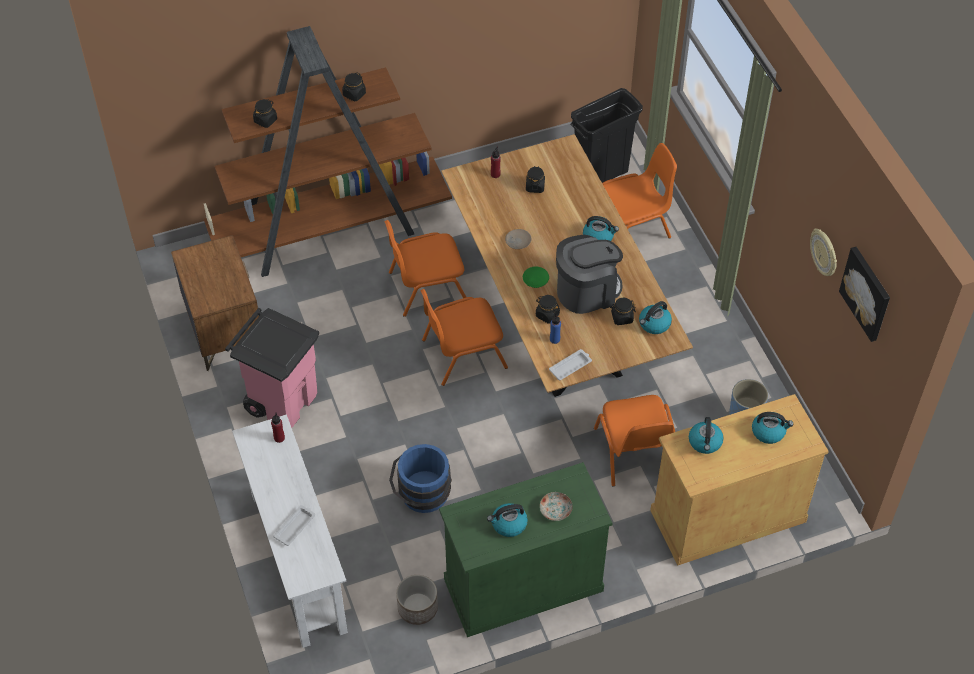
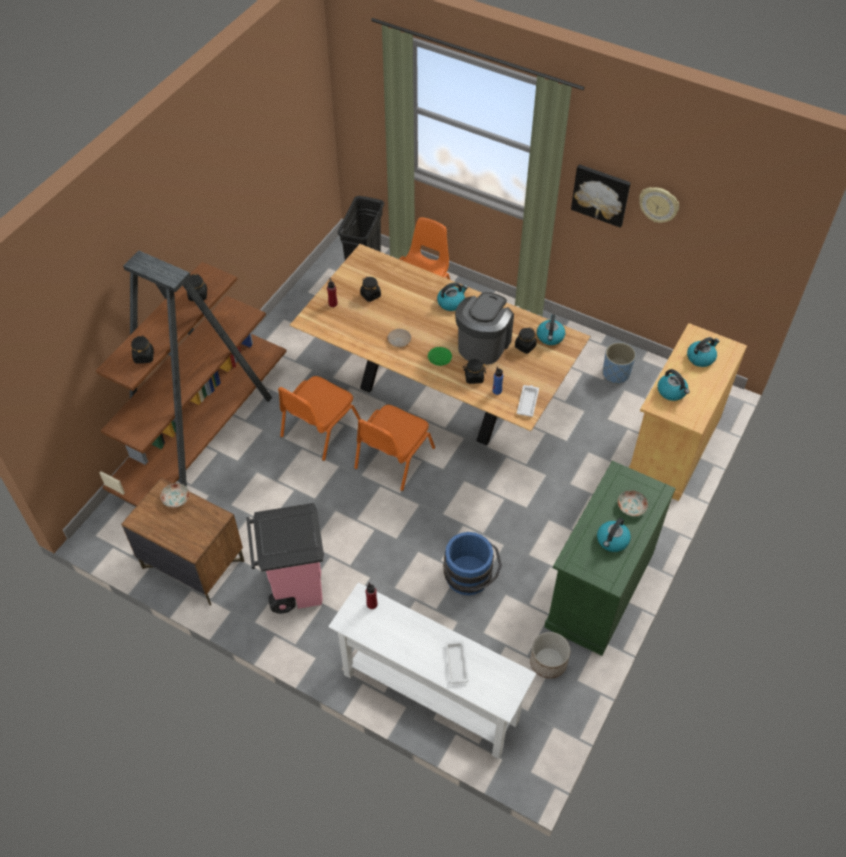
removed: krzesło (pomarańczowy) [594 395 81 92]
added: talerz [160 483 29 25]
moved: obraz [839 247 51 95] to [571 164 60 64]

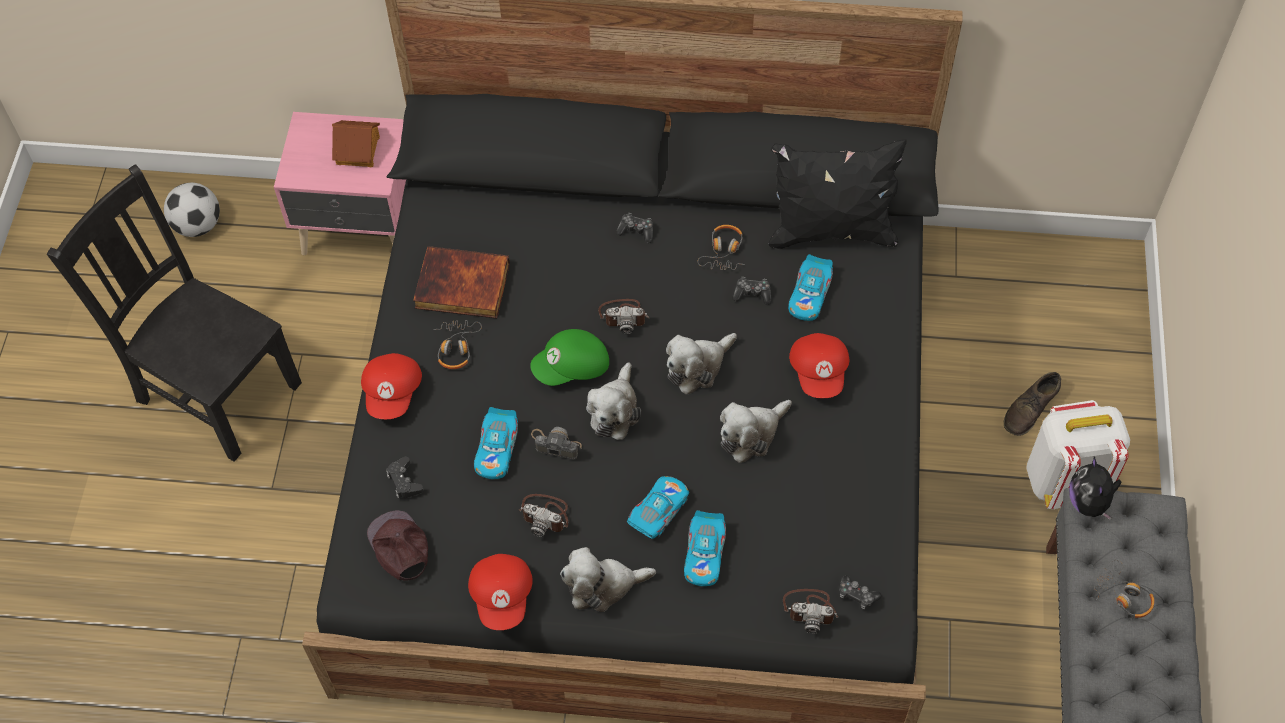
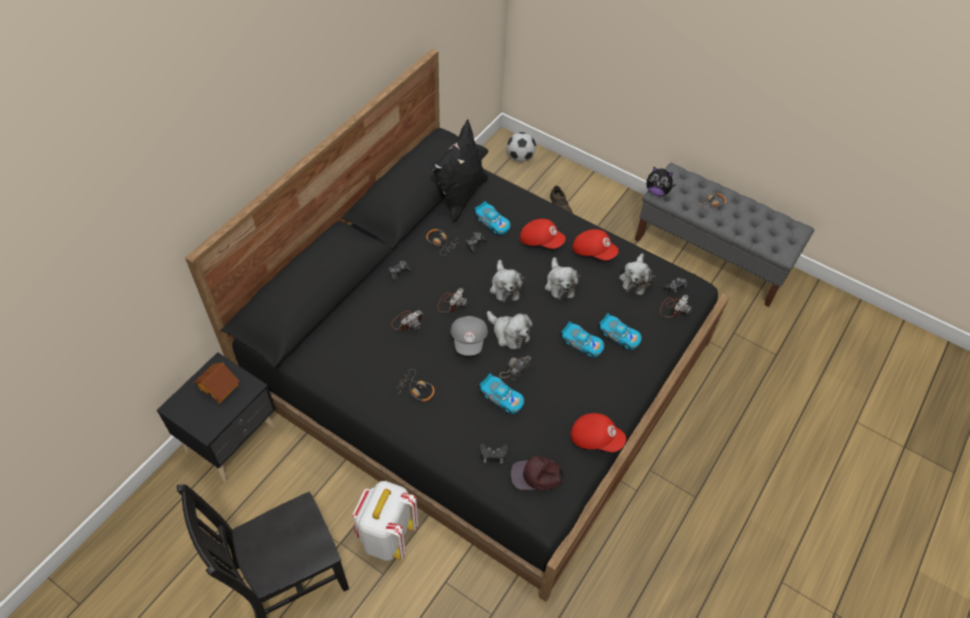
removed: książka [413 246 97 73]
moved: piłka futbolowa [164 183 56 54] to [507 132 29 30]; czapka z daszkiem (czerwony) [361 353 61 66] to [572 229 47 31]; aparat fotograficzny [519 494 49 43] to [391 310 32 22]; pluszak [560 547 96 65] to [619 253 36 42]; plecak (biały) [1026 400 104 109] to [353 481 65 79]
recoloured: szafka nocna (różowy) [274 112 132 143] to szafka nocna (czarny) [157 352 119 130]; czapka z daszkiem (zielony) [530 329 79 57] to czapka z daszkiem (szary) [450 316 38 40]
turned: samochodzik [627 476 62 63] = [562 321 42 37] 150 degrees clockwise

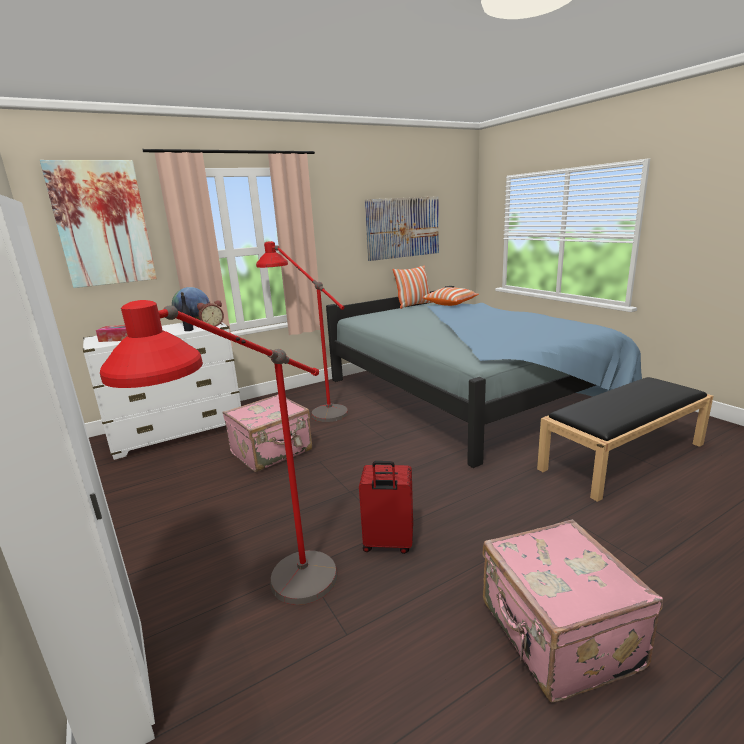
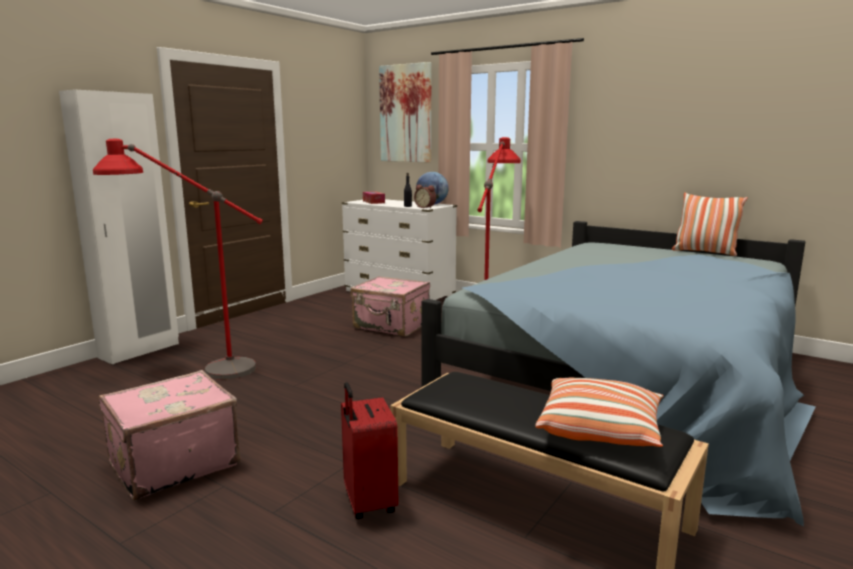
removed: obraz [365 196 74 65]
moved: walizka (czerwony) [359 461 54 93] to [341 382 57 137]; poduszka [422 287 57 19] to [535 378 129 69]

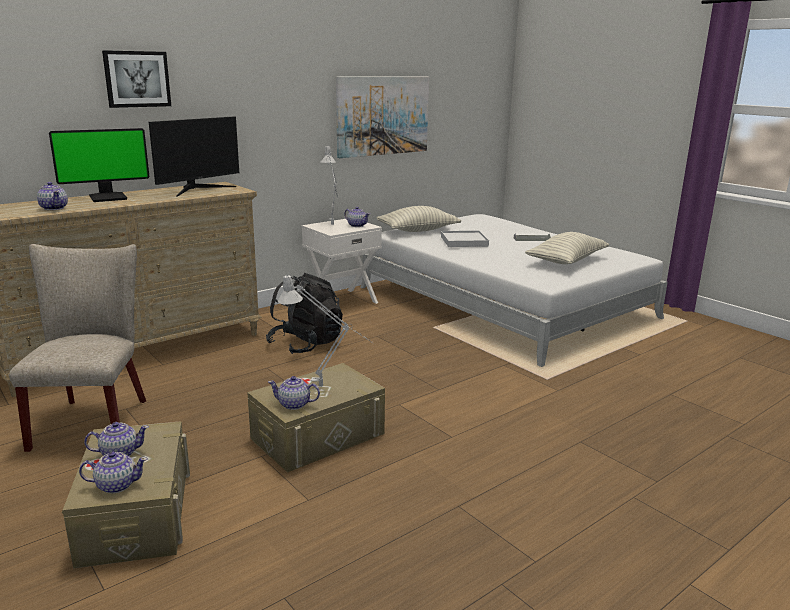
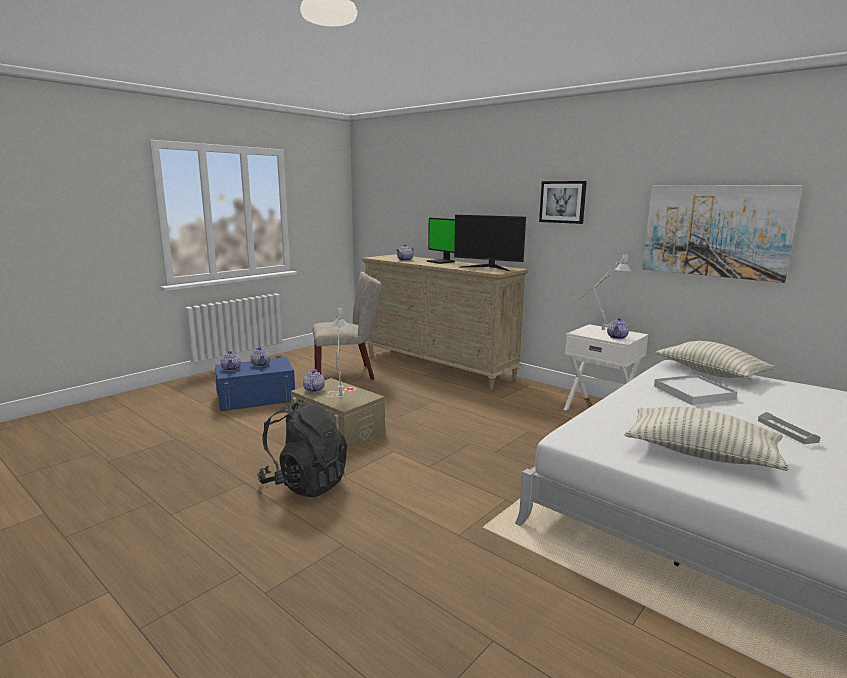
moved: obraz [102 50 69 58] to [539 181 48 43]; plecak (czarny) [266 273 77 81] to [257 400 90 97]
recoloured: pojemnik do przechowywania (beżowy) [62 421 128 148] to pojemnik do przechowywania (niebieski) [215 357 80 54]

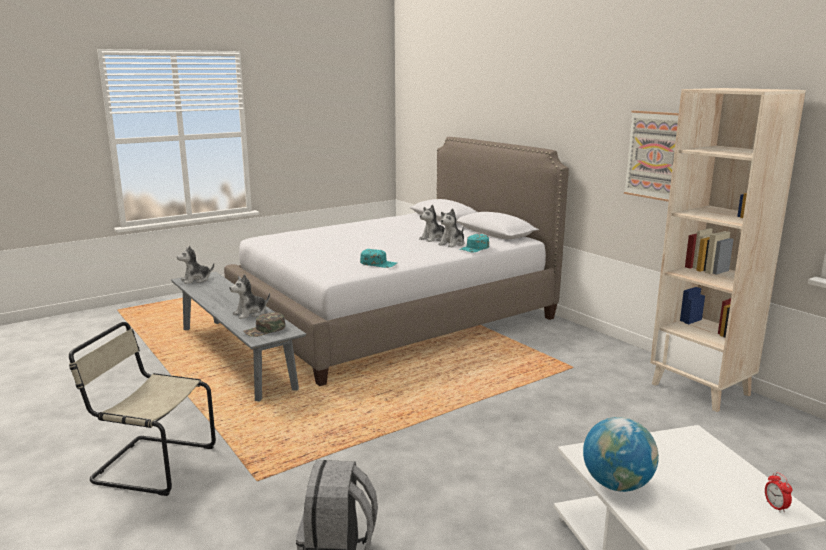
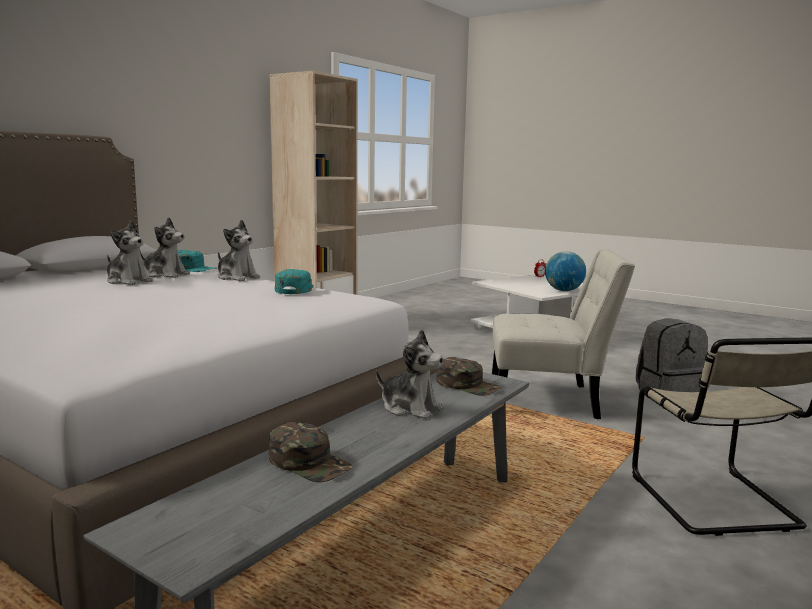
removed: obraz [624 111 55 91]
added: czapka z daszkiem (zielony) [269 422 84 60]; krzesło (biały) [492 249 143 170]
moved: pluszak [177 245 37 39] to [218 220 42 61]

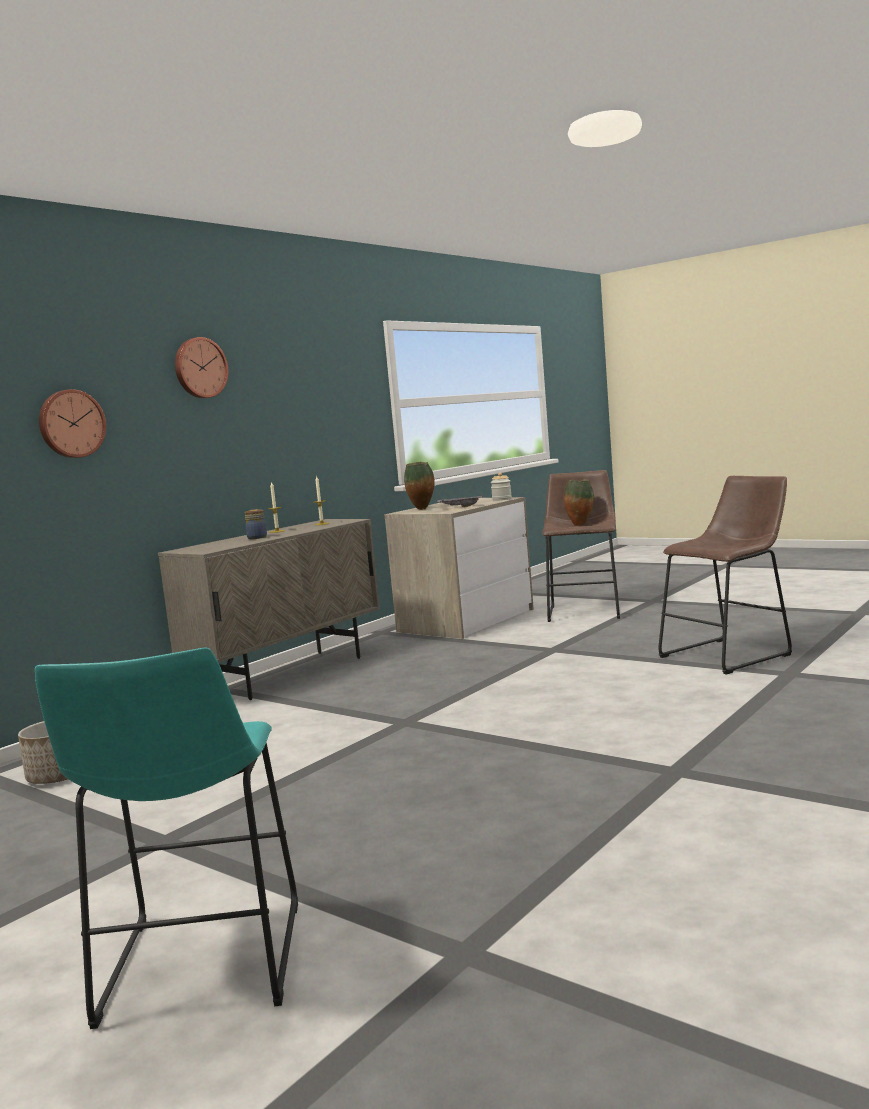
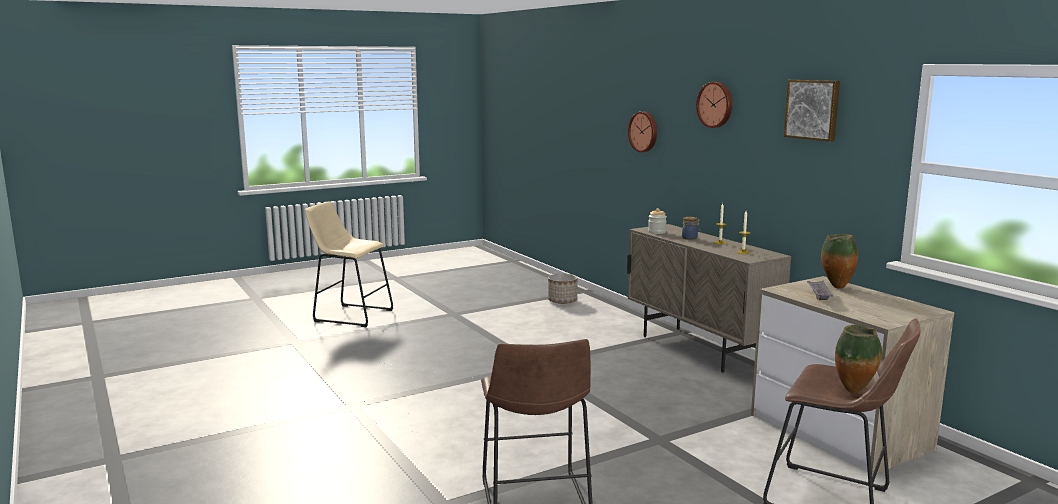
added: obraz [784 80 56 62]
moved: słoik [491 473 21 28] to [648 208 19 26]
recoloured: stołek (turkusowy) [35 648 263 381] to stołek (beżowy) [305 201 88 126]

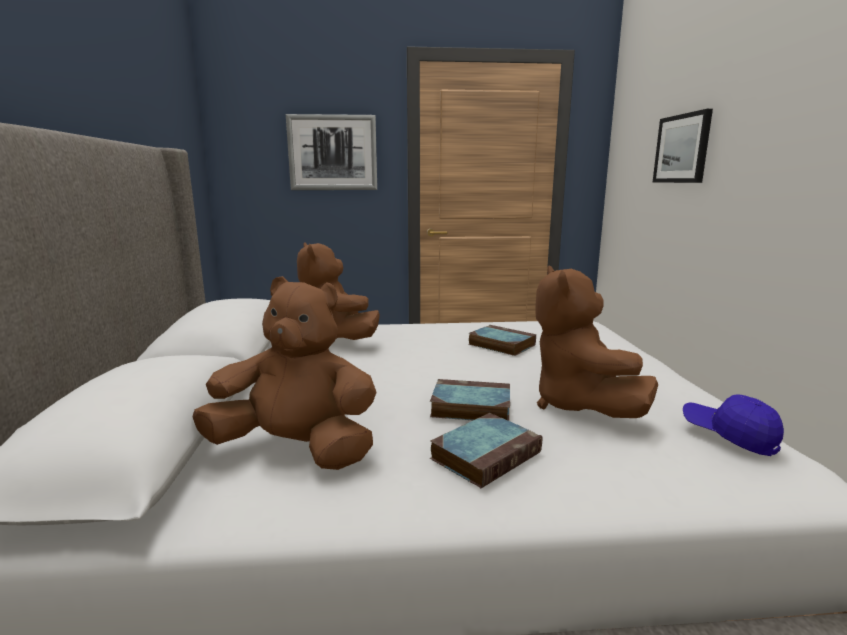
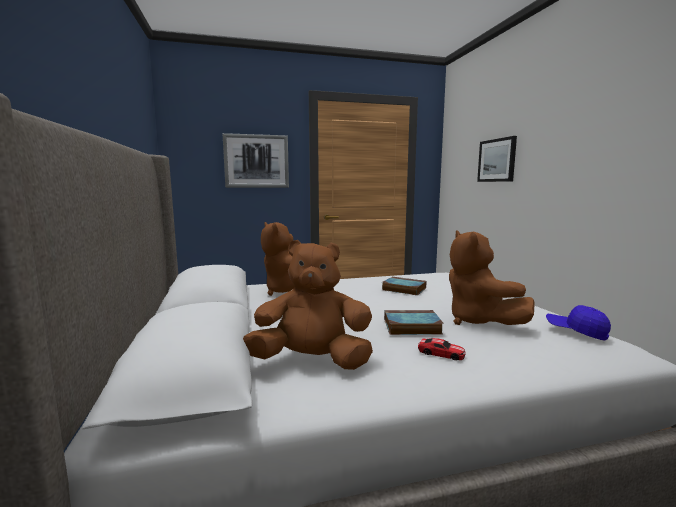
replaced: książka [430 413 112 75] to samochodzik [418 338 48 22]

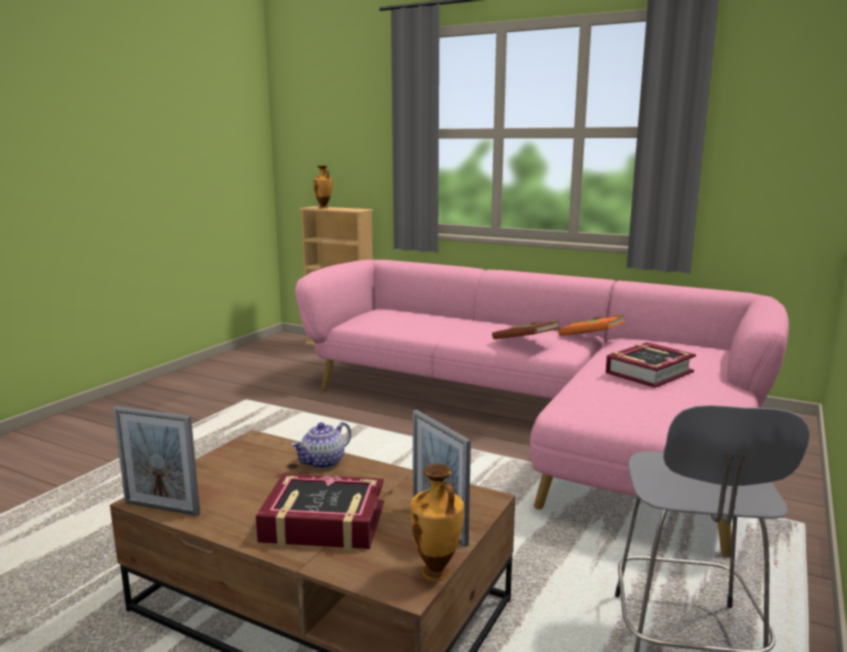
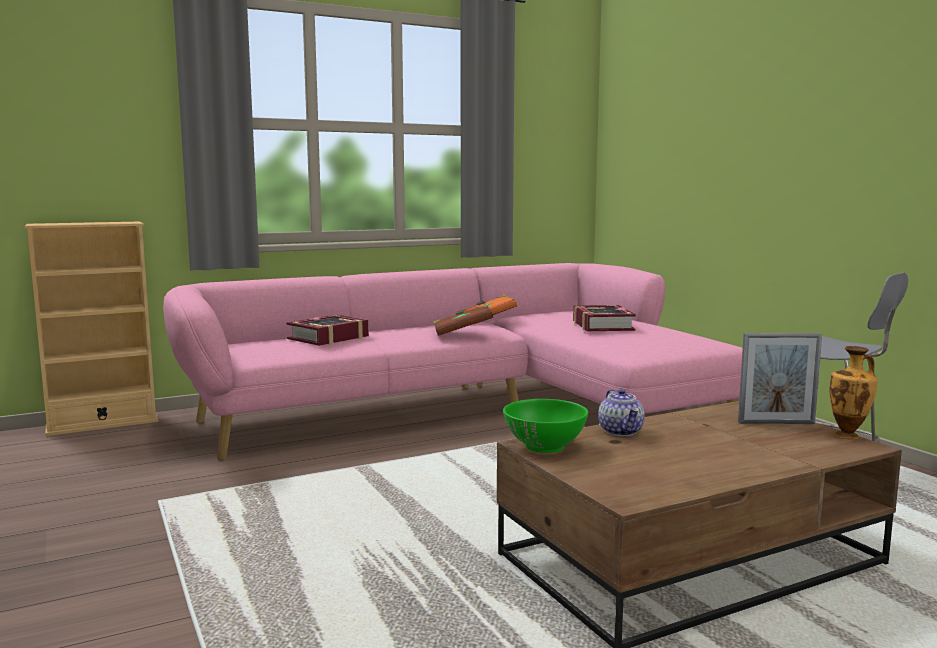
removed: ramka na zdjęcie [113 406 87 110]; wazon [313 165 20 44]
added: miska (zielony) [503 399 85 54]
moved: książka [256 474 128 77] to [287 315 82 31]

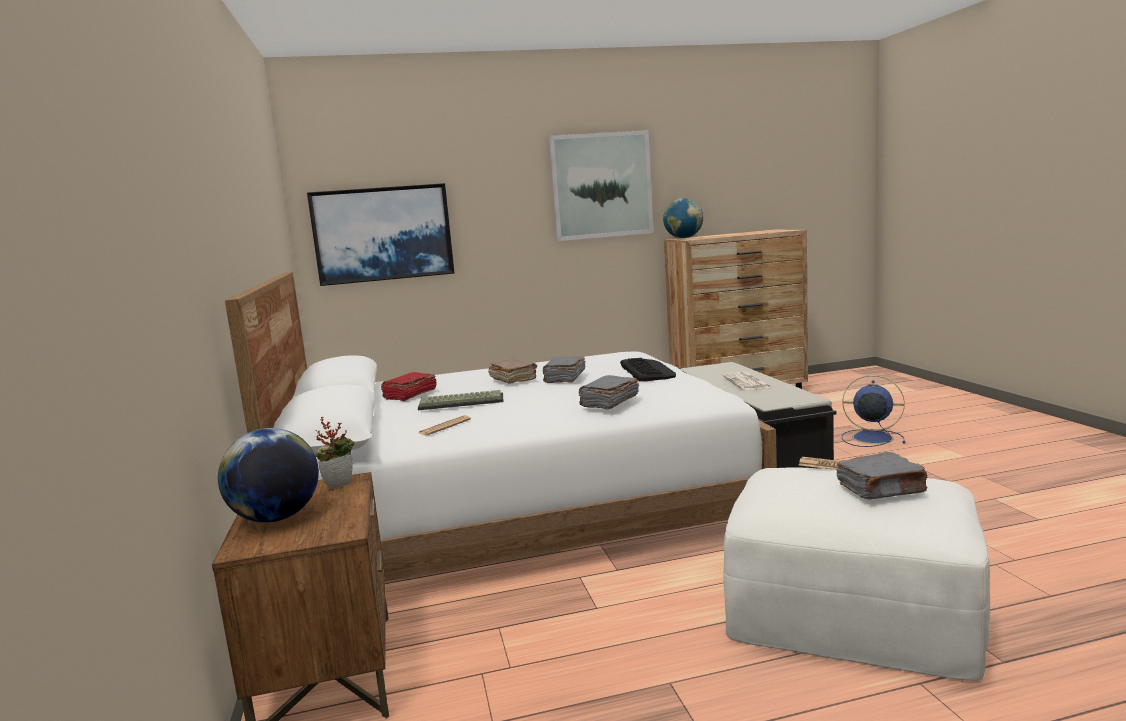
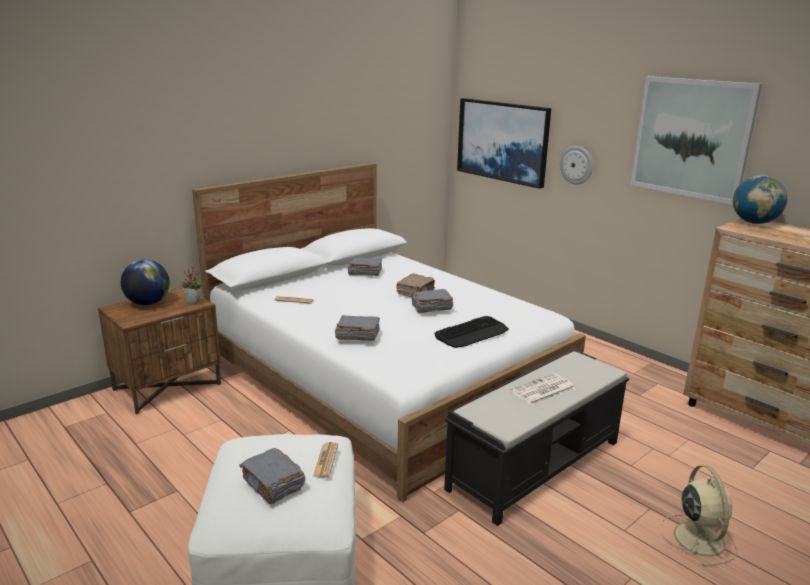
removed: klawiatura [418 390 86 20]
added: zegar ścienny [560 146 33 39]
recoloured: książka (czerwony) [381 372 56 29] to książka (szary) [348 258 34 18]; wentylator (niebieski) [842 375 63 72] to wentylator (beżowy) [659 465 79 102]

